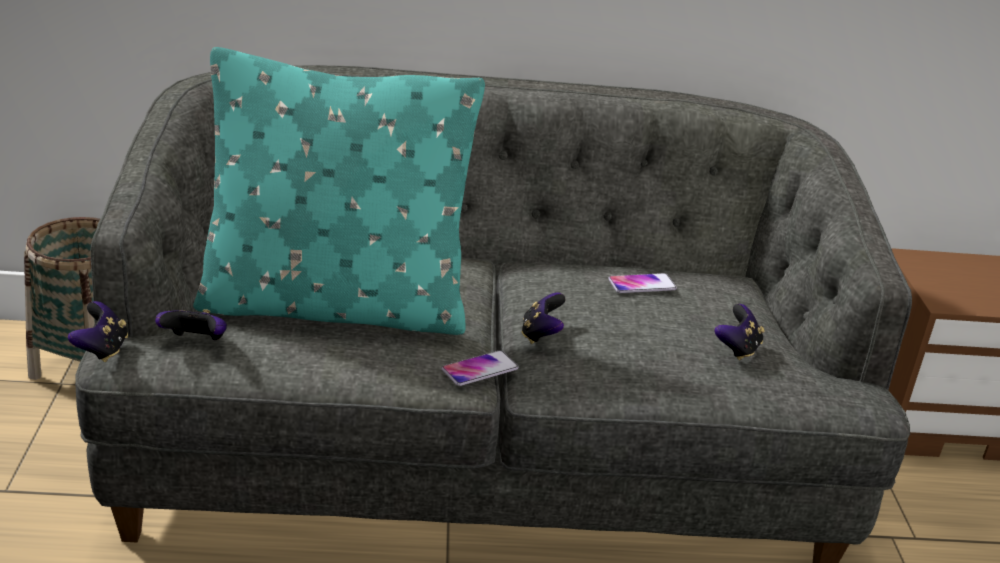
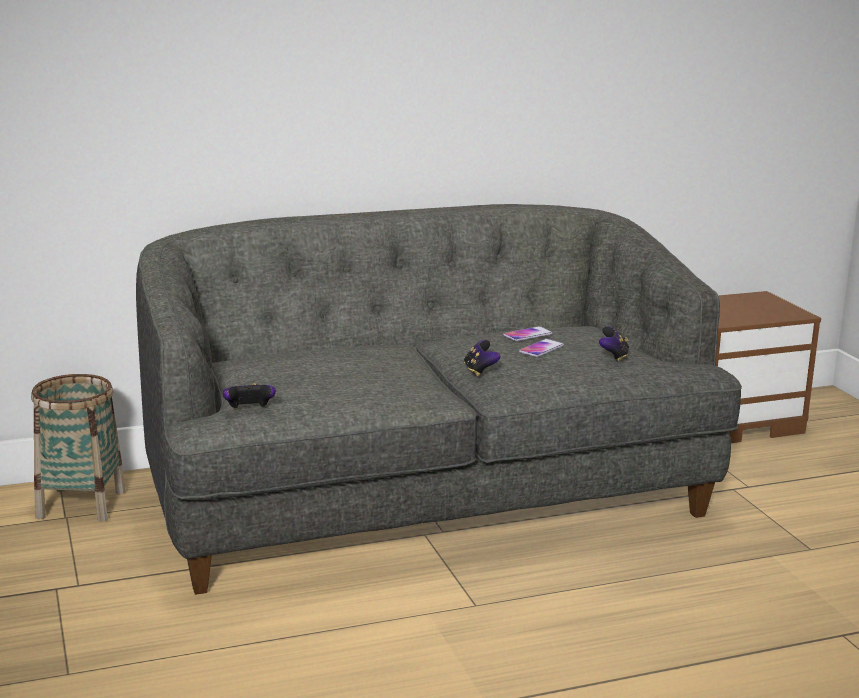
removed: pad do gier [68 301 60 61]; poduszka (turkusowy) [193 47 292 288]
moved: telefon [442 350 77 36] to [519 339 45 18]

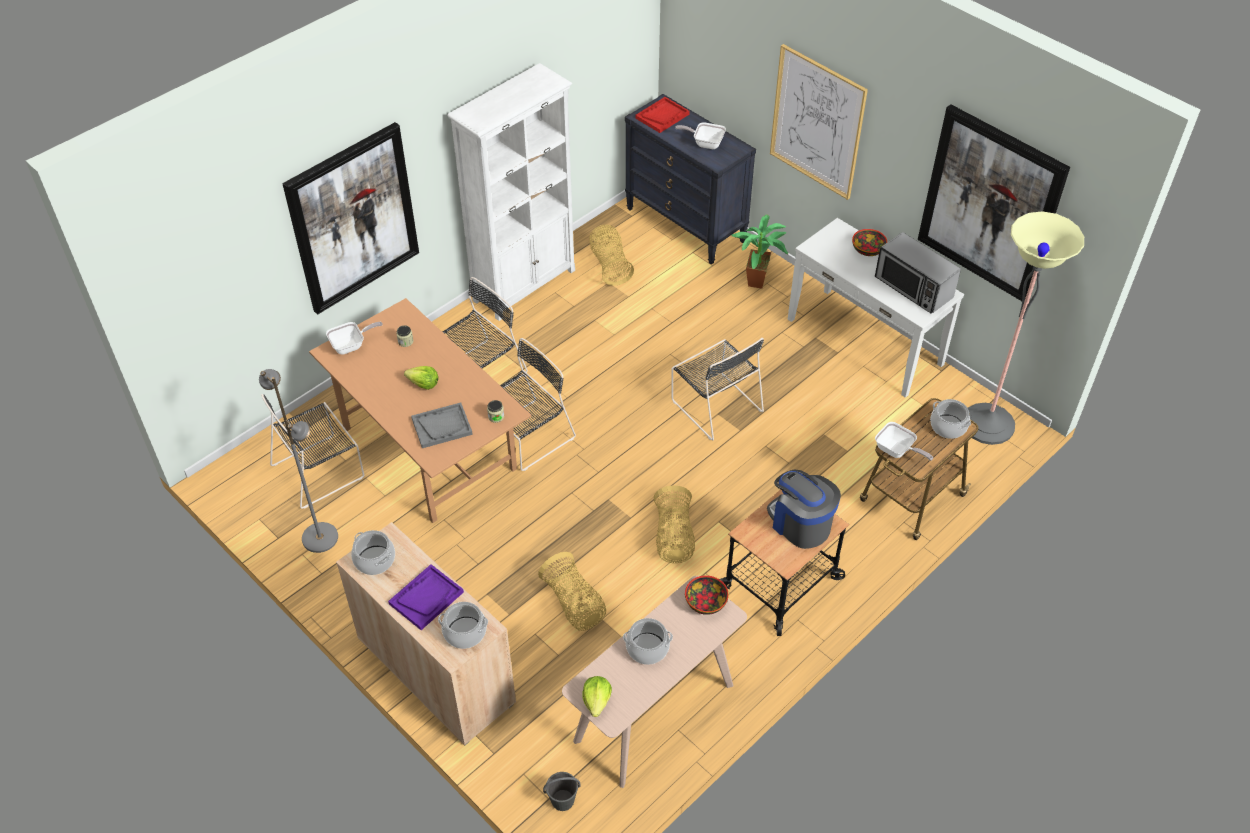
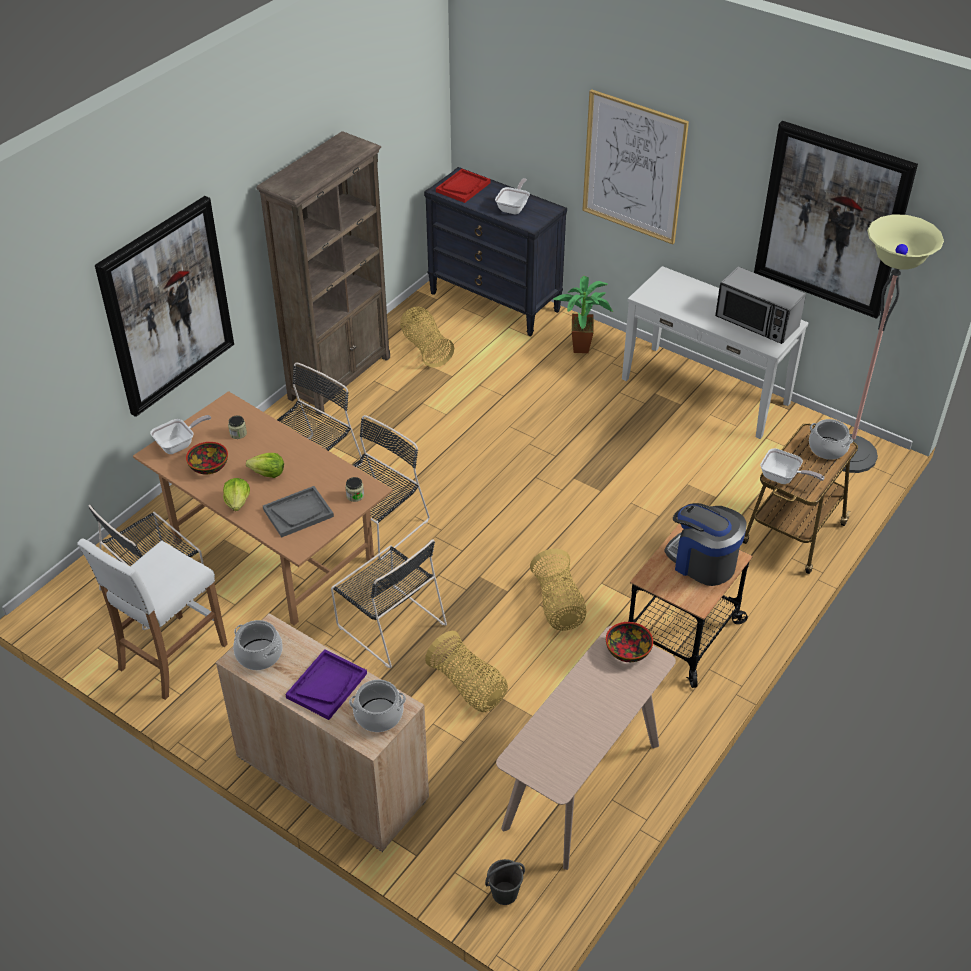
removed: garnek [623 618 50 47]
moved: sałata [582 676 30 41] to [223 478 27 33]; krzesło (czarny) [672 338 92 103] to [331 539 116 129]; miska [852 229 35 27] to [186 442 42 32]
replaced: lampa stojąca (szary) [259 369 79 184] to stołek (biały) [77 538 151 162]
recoloured: regał (biały) [447 63 128 258] to regał (brązowy) [256 131 134 284]
turned: patelnia [675 122 51 27] = [495 178 35 36] 105 degrees clockwise

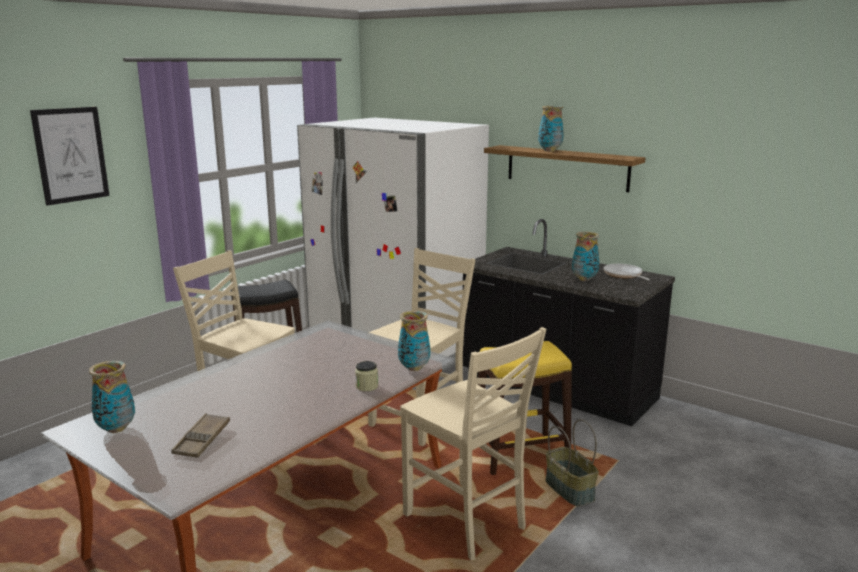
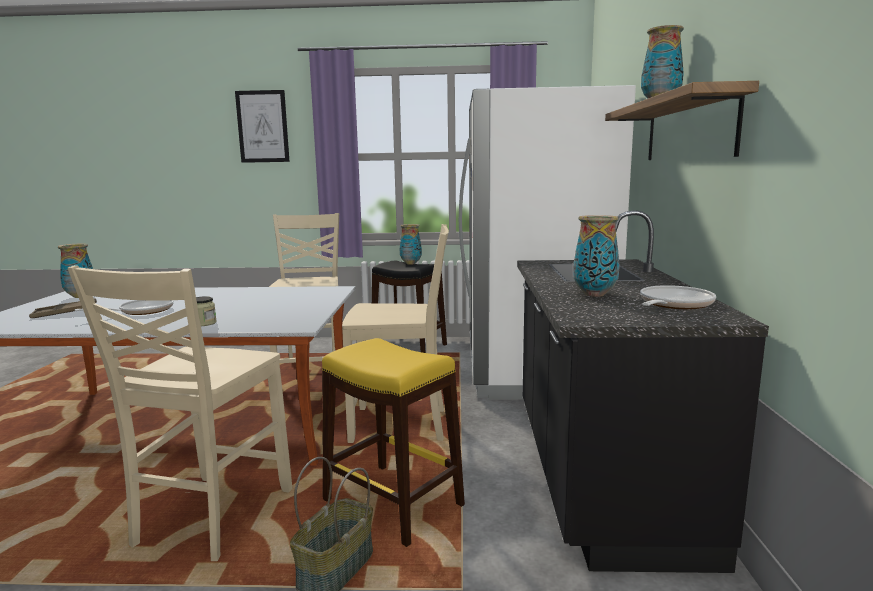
added: patelnia [75 300 98 15]
moved: wazon [398 311 32 60] to [400 224 22 41]

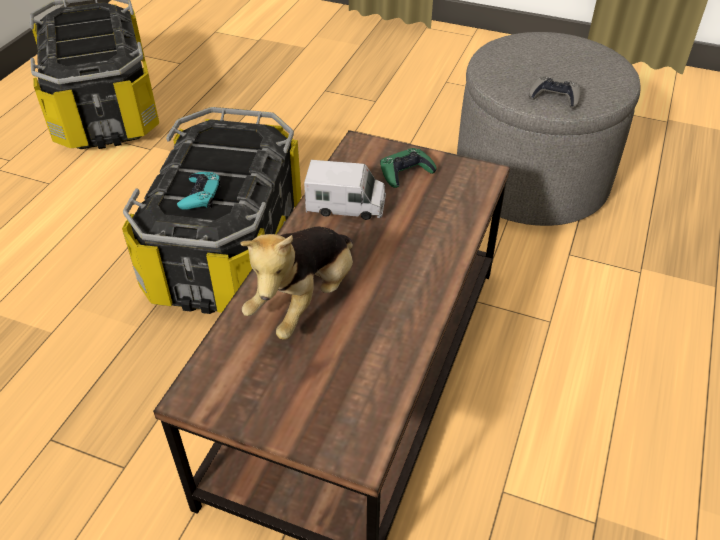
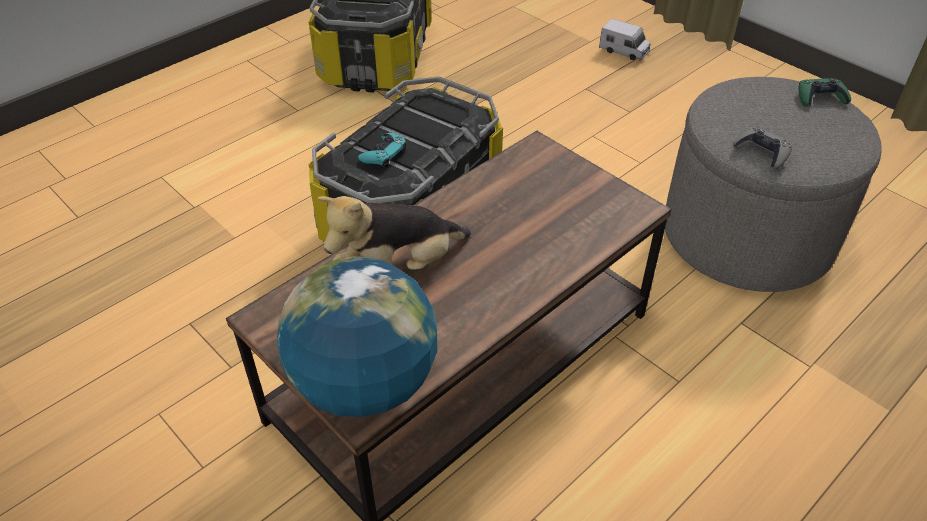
added: globus [277 257 160 160]
moved: ciężarówka zabawkowa [304 160 82 60] to [599 18 51 42]; pad do gier (zielony) [380 148 57 40] to [798 78 53 29]

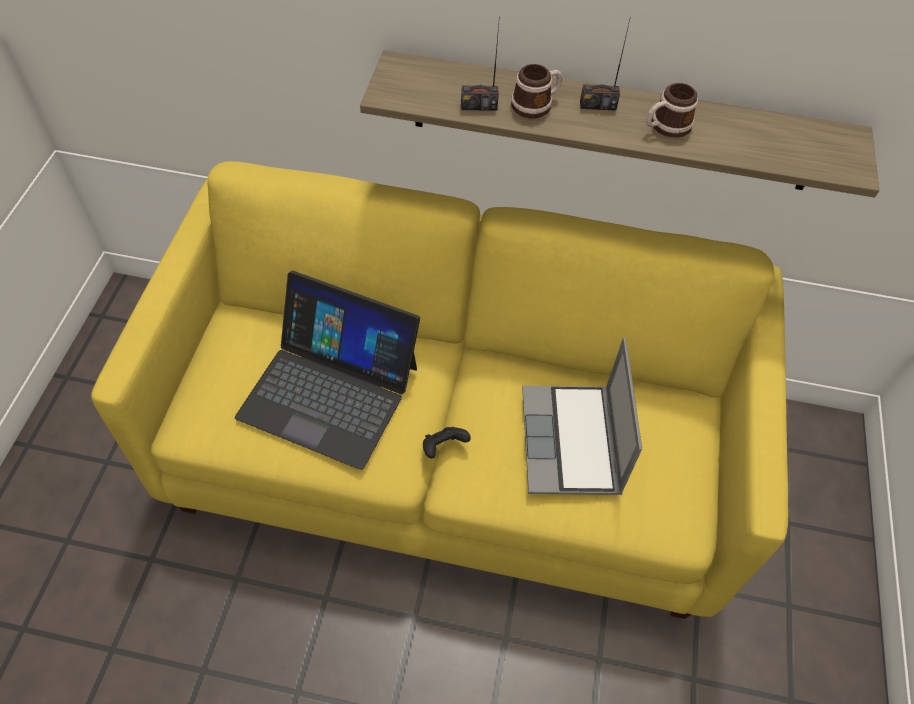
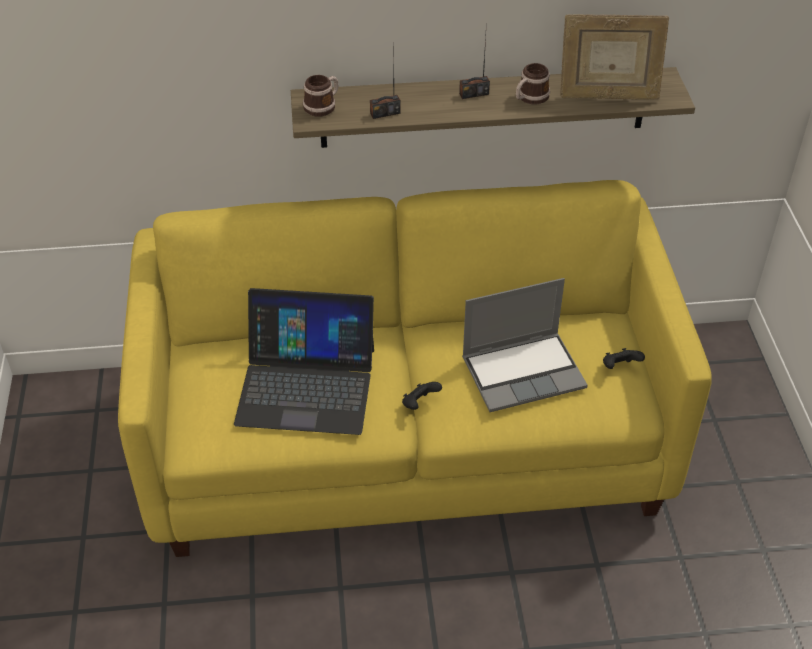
added: ramka na zdjęcie [560 14 109 86]; pad do gier (czarny) [603 348 42 21]
moved: kubek [511 64 51 55] to [303 75 35 42]
turned: laptop [522 337 120 158] = [462 278 126 134] 90 degrees counterclockwise

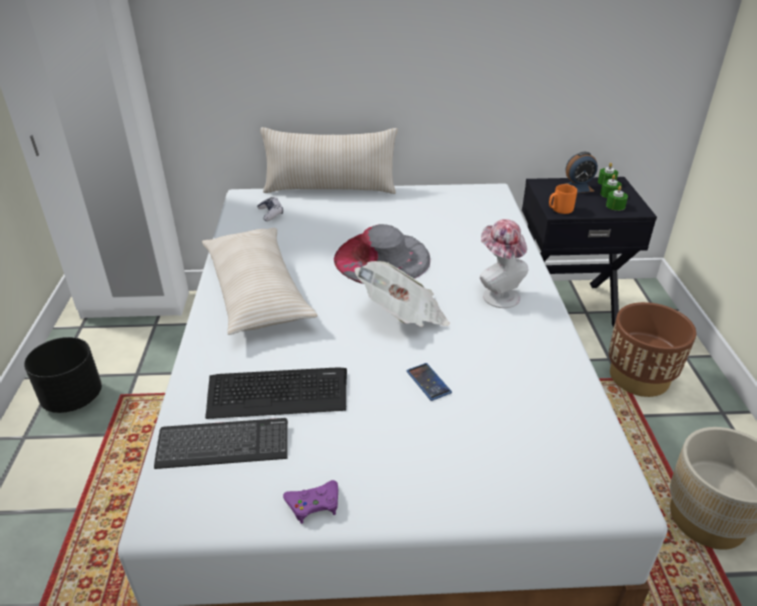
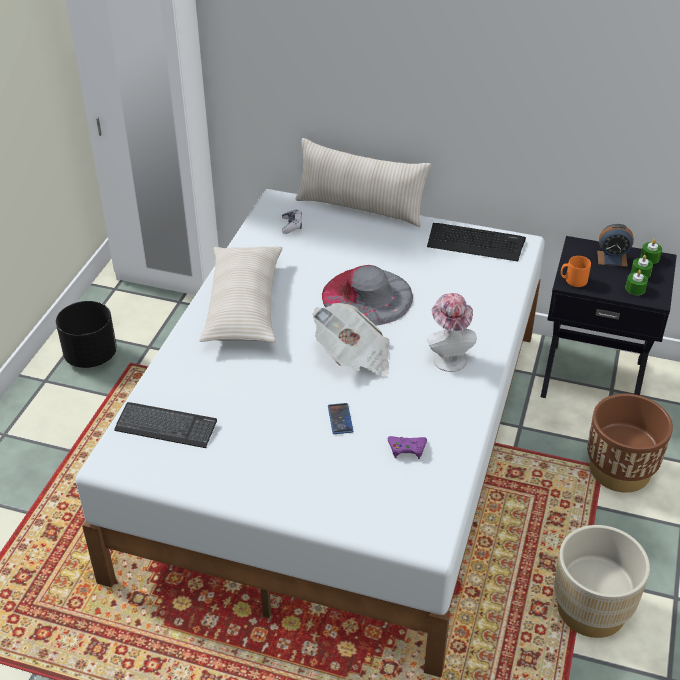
moved: klawiatura [205 367 142 52] to [427 223 99 39]; pad do gier (fioletowy) [283 480 55 44] to [388 436 39 23]

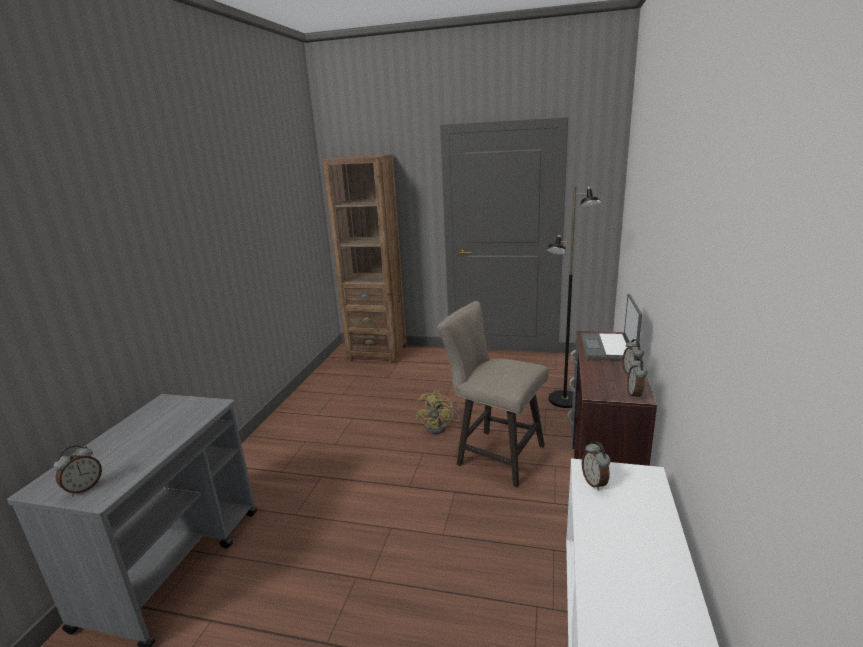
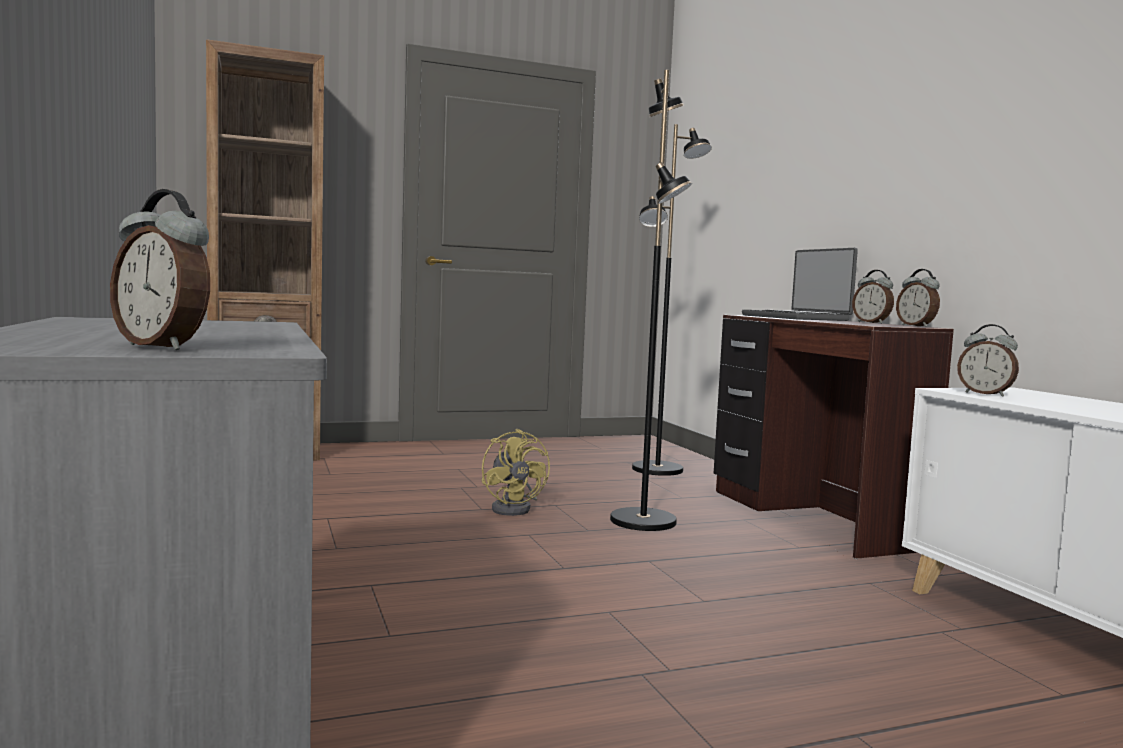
replaced: stołek (beżowy) [437 301 112 186] to lampa stojąca (czarny) [610 70 82 461]
turned: budzik [54 445 48 51] = [110 189 100 161] 120 degrees clockwise

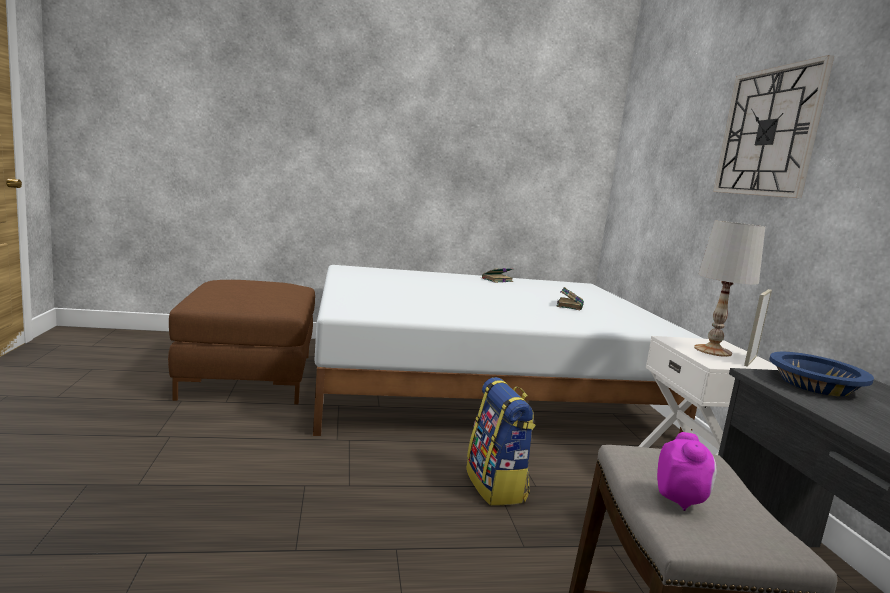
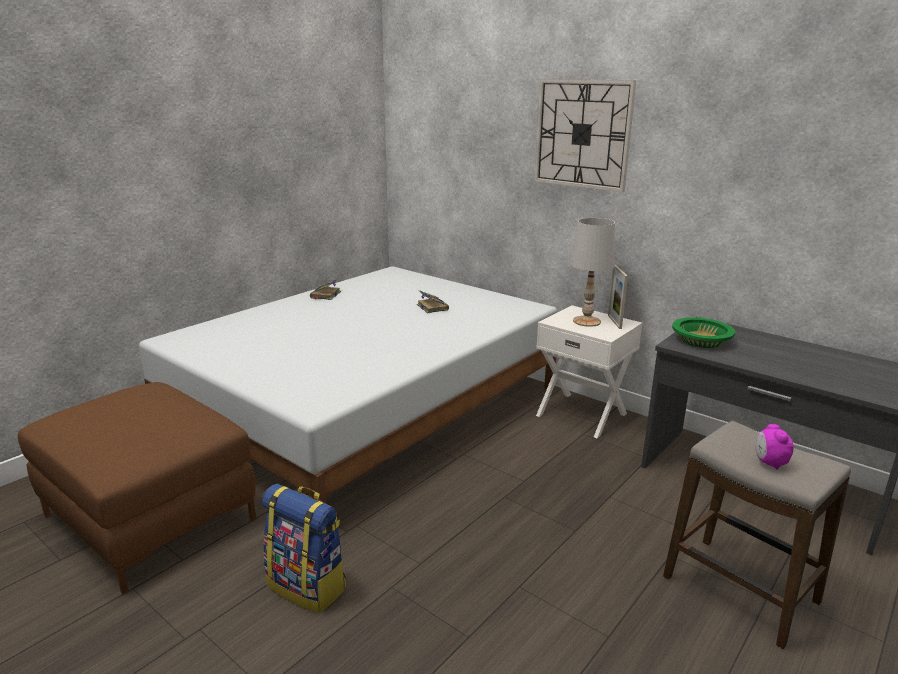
moved: plecak [466 377 70 129] to [262 484 84 129]
recoloured: miska (niebieski) [770 352 104 44] to miska (zielony) [672 317 63 31]
turned: budzik [657 432 60 79] = [755 424 39 46] 150 degrees counterclockwise

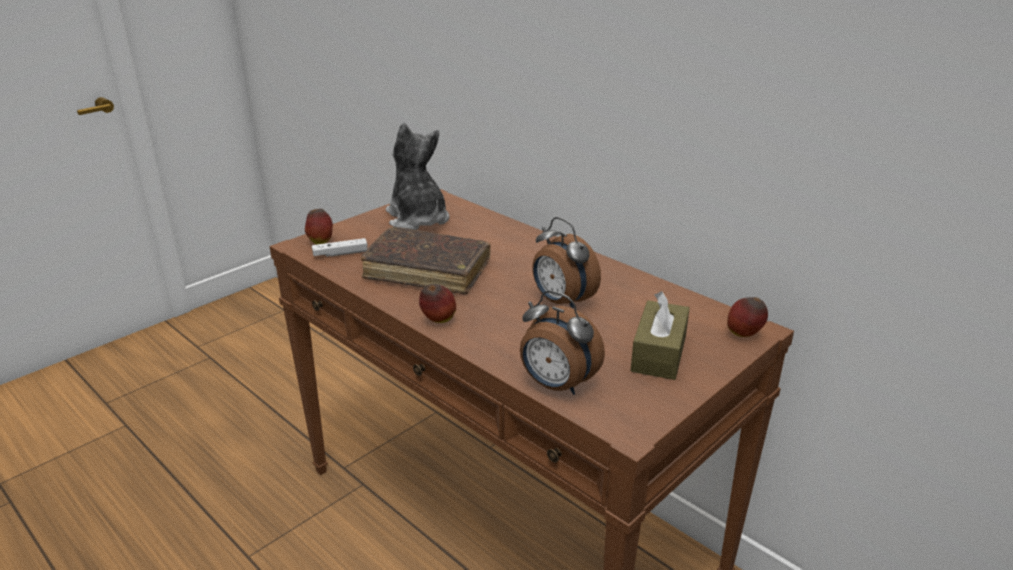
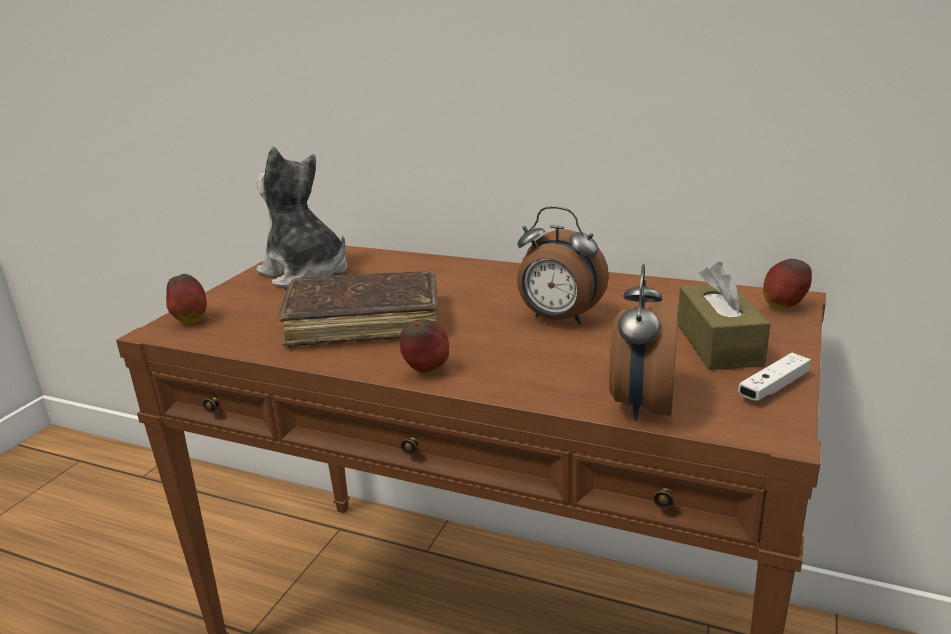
moved: pad do gier (biały) [312 238 56 19] to [738 353 73 48]
turned: budzik [520 290 85 105] = [609 264 69 157] 90 degrees clockwise

